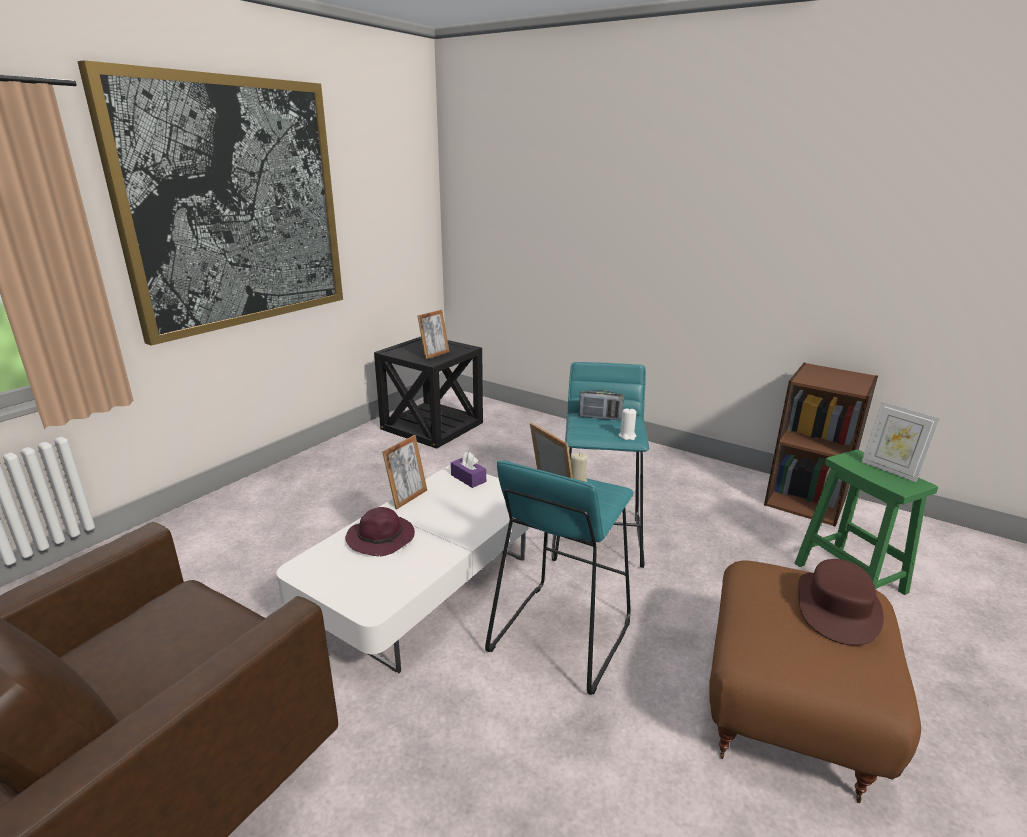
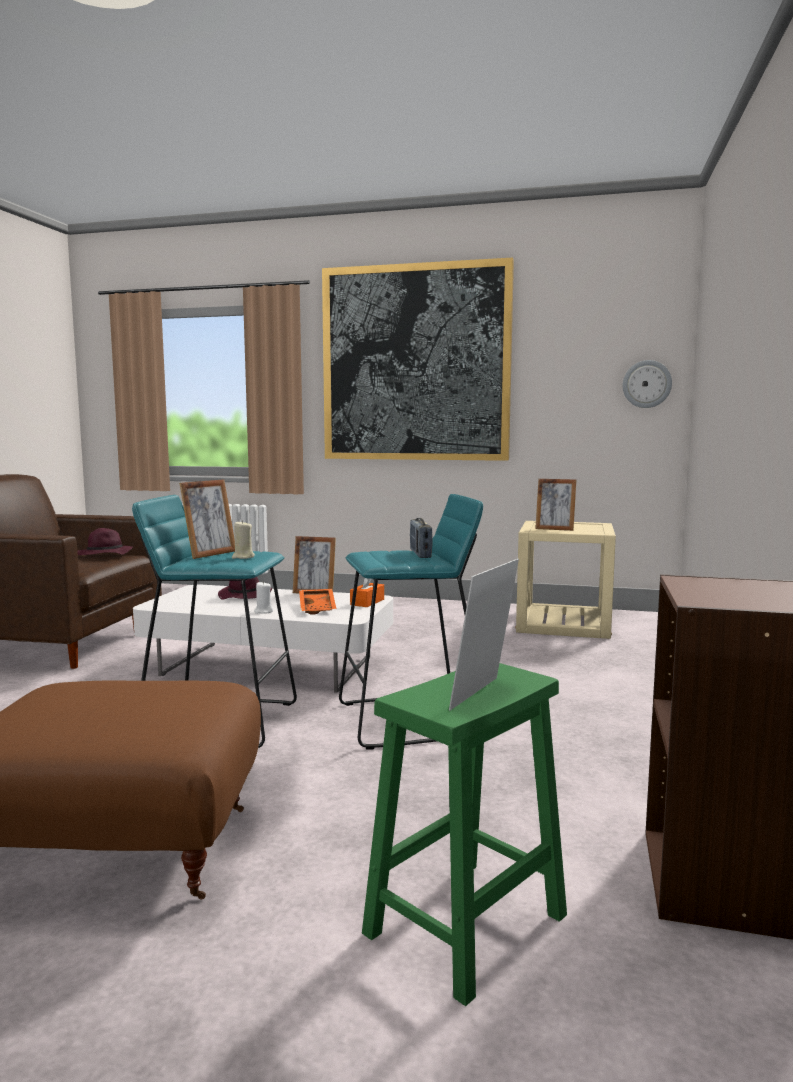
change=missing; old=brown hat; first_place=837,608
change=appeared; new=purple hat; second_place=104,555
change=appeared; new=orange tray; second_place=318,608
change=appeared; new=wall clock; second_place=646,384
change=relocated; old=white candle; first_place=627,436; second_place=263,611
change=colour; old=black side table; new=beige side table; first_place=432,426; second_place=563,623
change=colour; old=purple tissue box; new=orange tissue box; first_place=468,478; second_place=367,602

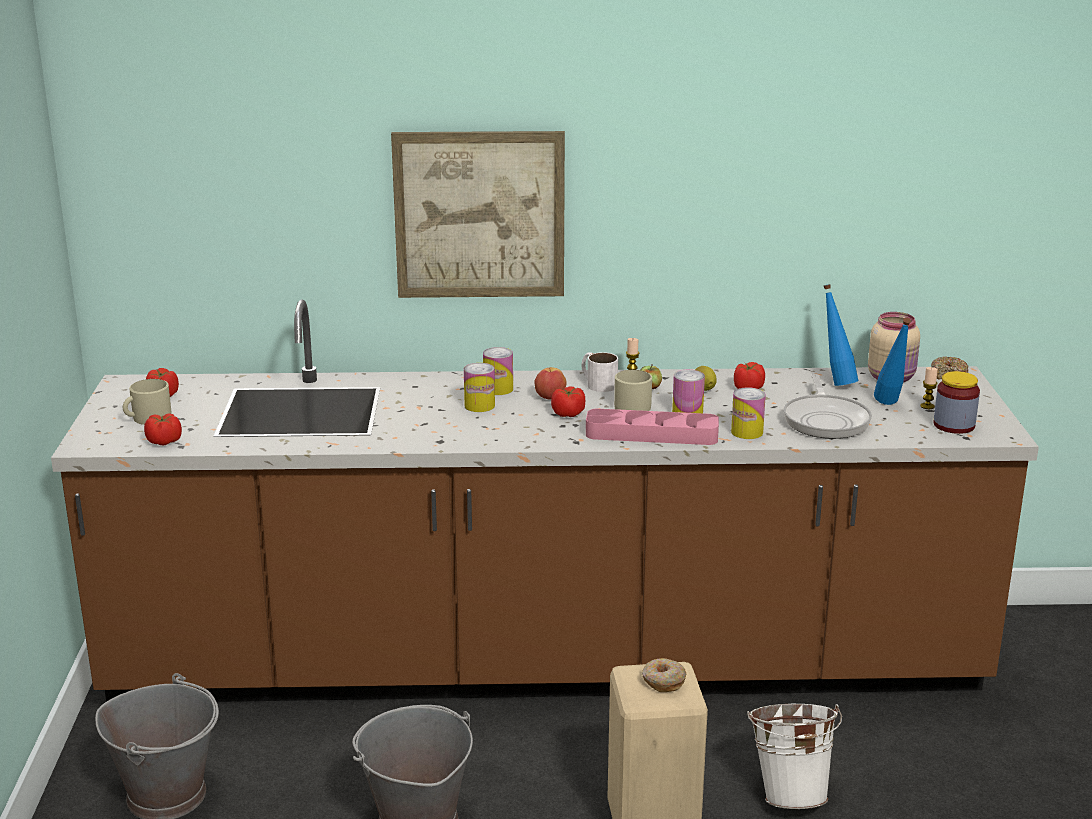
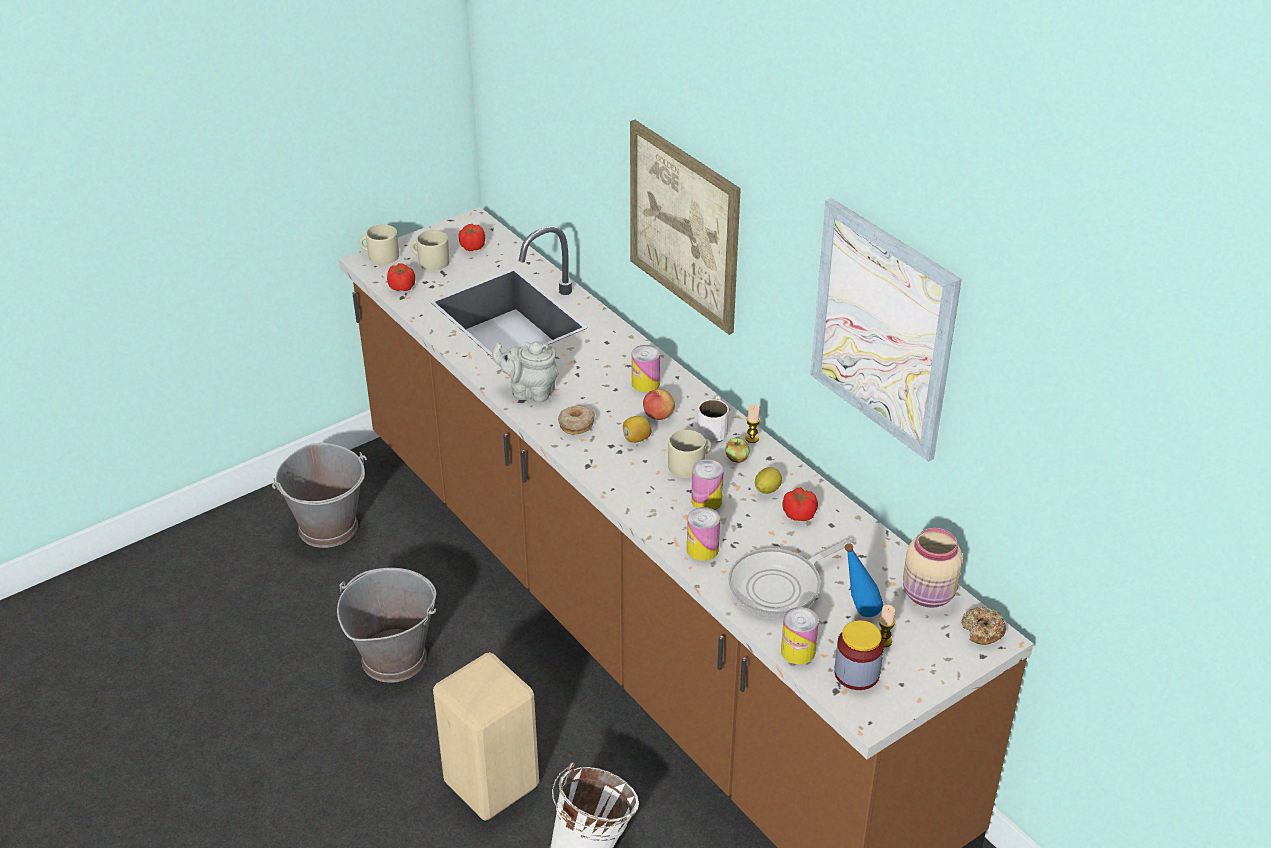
change=missing; old=pink tray; first_place=651,434
change=missing; old=blue bottle; first_place=835,382
change=appeared; new=beige mug; second_place=379,256
change=appeared; new=grey teapot; second_place=529,391
change=appeared; new=picture; second_place=883,329
change=relocated; old=can; first_place=479,406; second_place=798,651
change=relocated; old=donut; first_place=663,681; second_place=576,424
change=exchanged; old=tomato; new=lemon; first_place=568,414; second_place=636,439

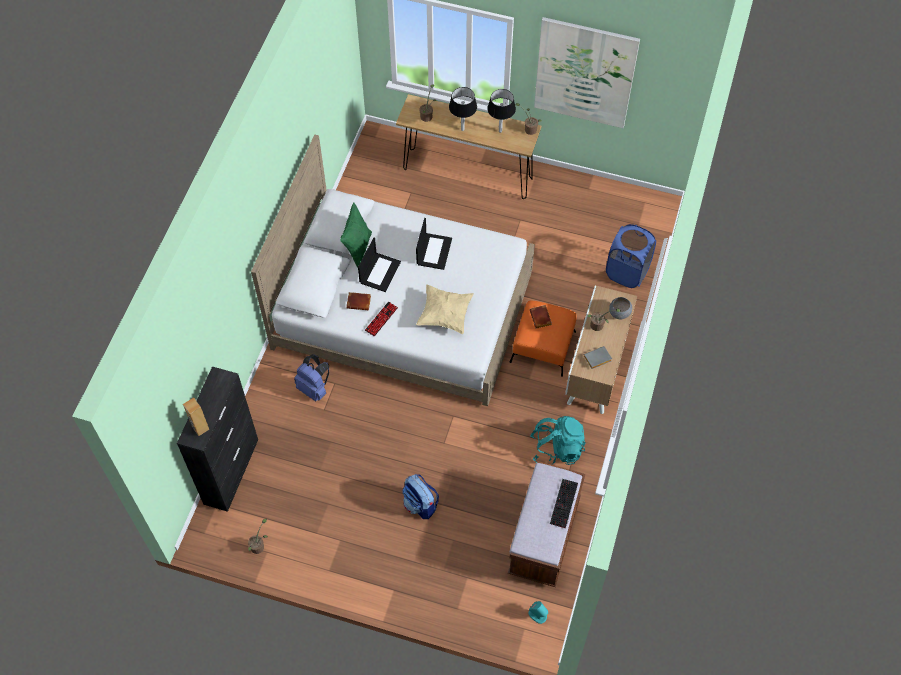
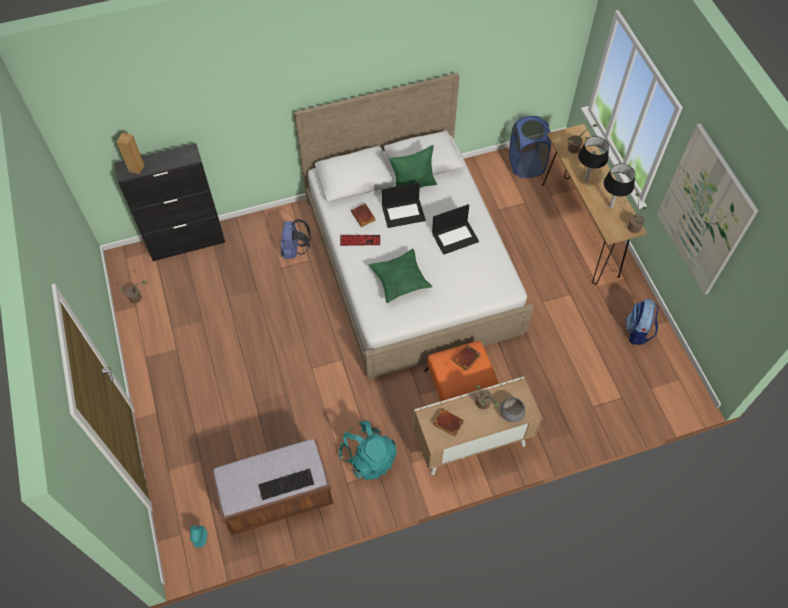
change=relocated; old=backpack; first_place=420,504; second_place=638,331
change=relocated; old=blue laundry basket; first_place=627,272; second_place=526,165
change=colour; old=beige pillow; new=green pillow; first_place=445,315; second_place=400,281
change=colour; old=grey book; new=brown book; first_place=597,359; second_place=447,424

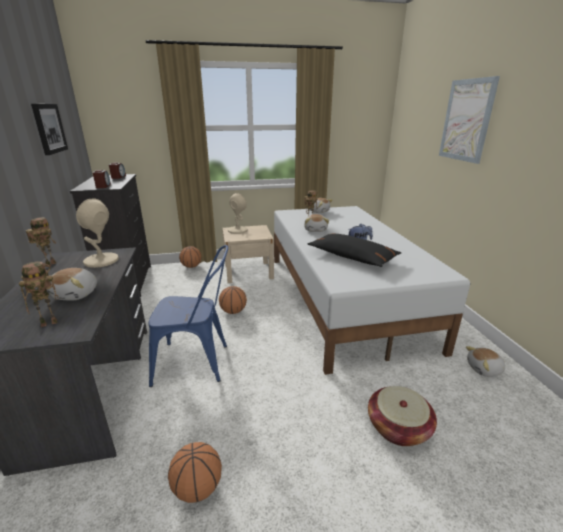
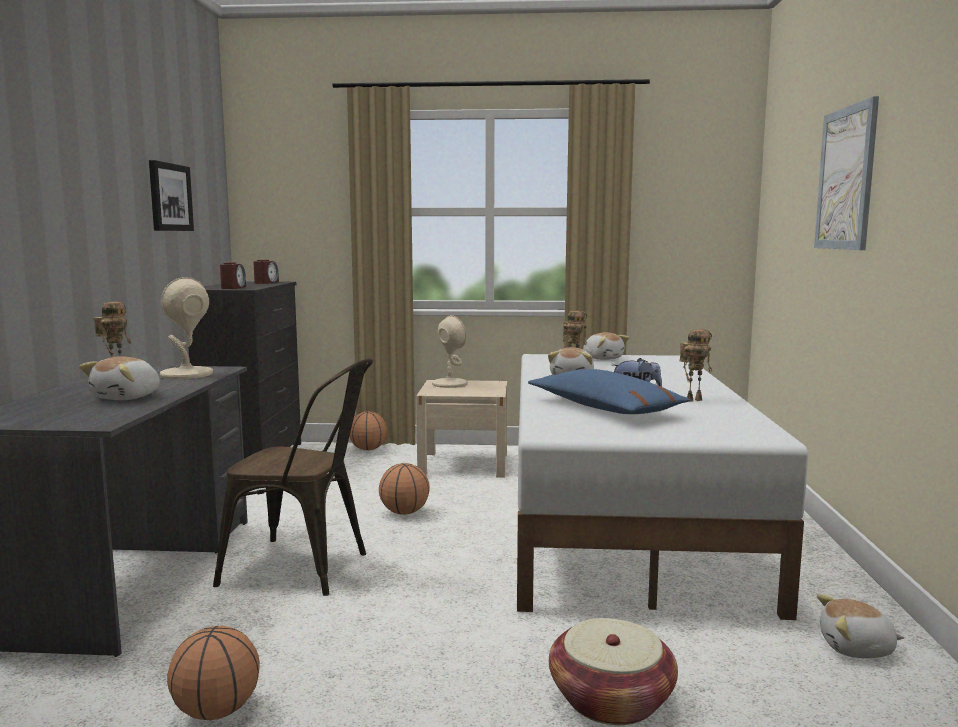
change=relocated; old=toy robot; first_place=50,322; second_place=694,400
change=colour; old=blue chair; new=brown chair; first_place=198,363; second_place=306,568
change=colour; old=black pillow; new=blue pillow; first_place=352,257; second_place=604,408

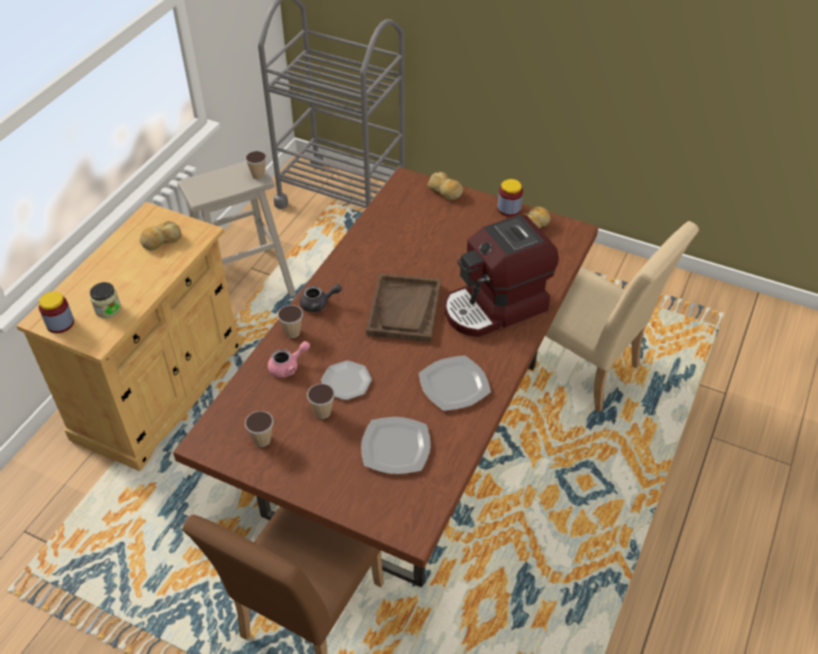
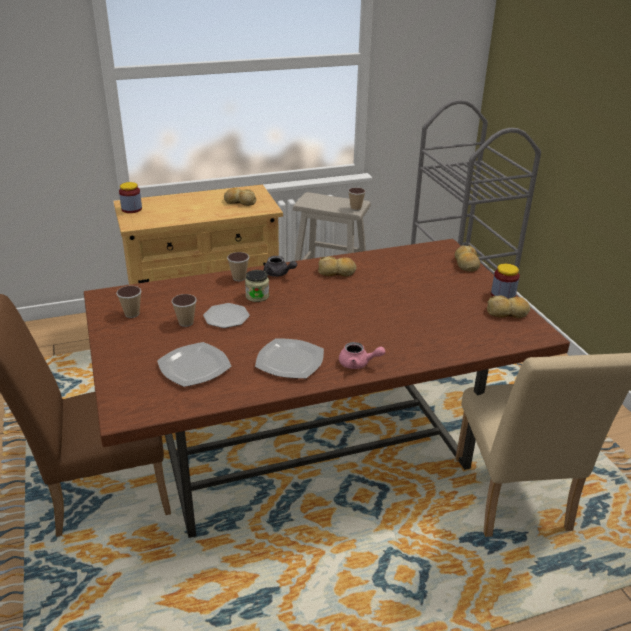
change=missing; old=brown tray; first_place=404,310
change=missing; old=coffee machine; first_place=495,307
change=appeared; new=bread; second_place=337,272
change=relocated; old=jar; first_place=108,309; second_place=257,296
change=relocated; old=pink teapot; first_place=288,366; second_place=358,364

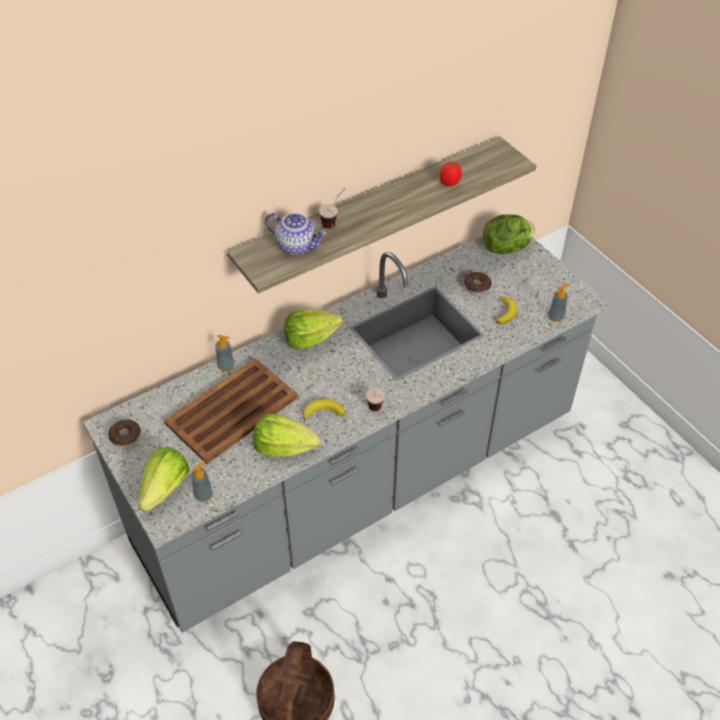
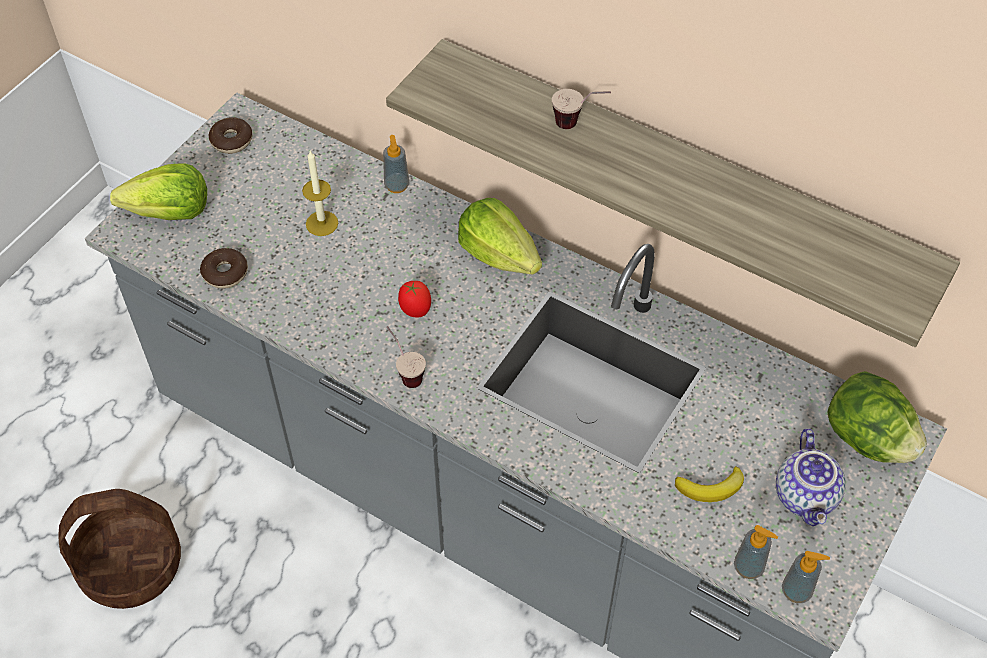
change=missing; old=lettuce; first_place=284,447
change=missing; old=banana; first_place=323,411
change=relocated; old=soap dispenser; first_place=203,495; second_place=796,591
change=relocated; old=teapot; first_place=297,245; second_place=807,497
change=relocated; old=tomato; first_place=450,183; second_place=415,310
change=relocated; old=donut; first_place=477,286; second_place=225,273
change=exchanged; old=brown tray; new=candle; first_place=231,411; second_place=322,223

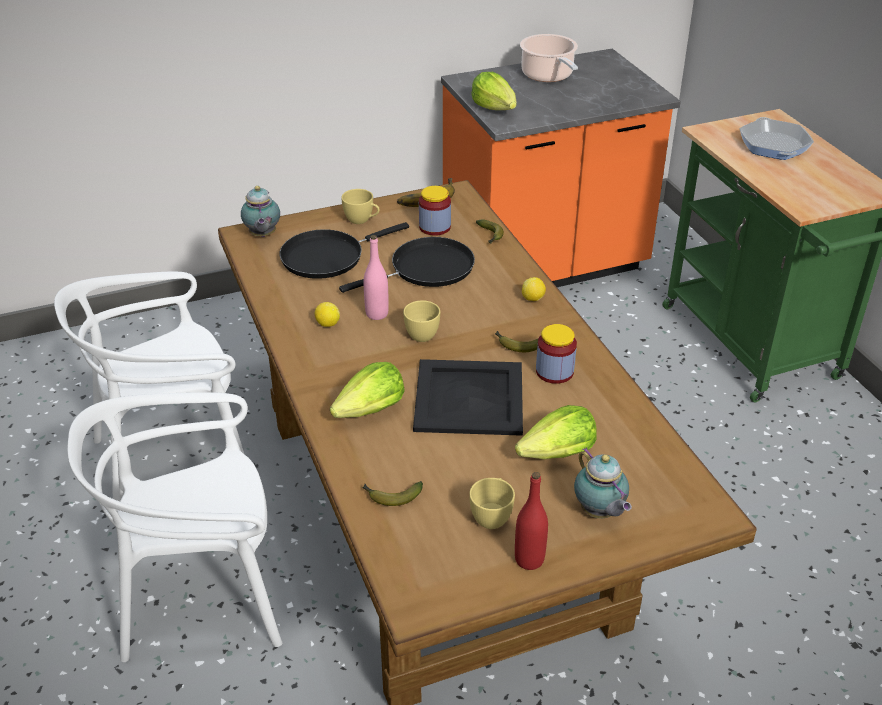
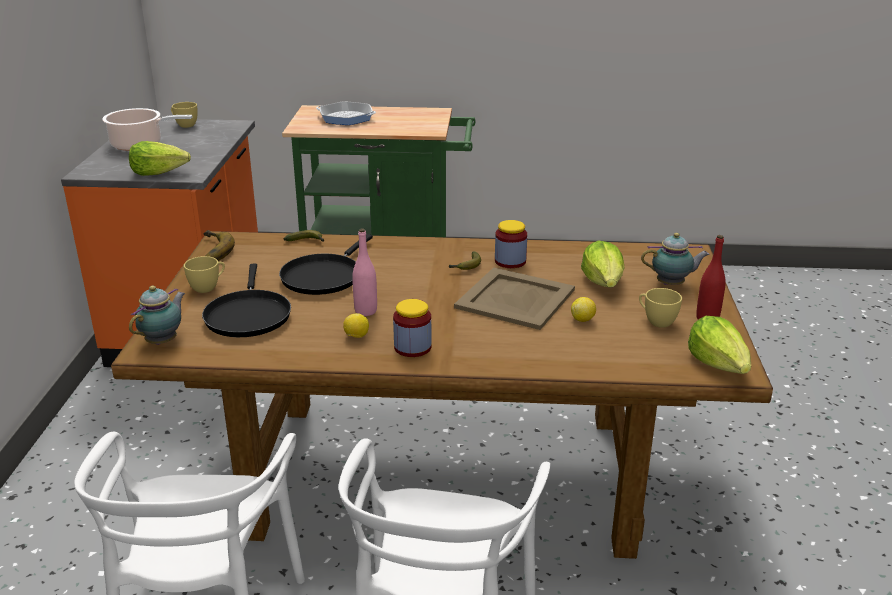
change=missing; old=banana; first_place=391,496
change=relocated; old=lettuce; first_place=371,410; second_place=719,364
change=relocated; old=yellow cup; first_place=422,333; second_place=184,125
change=relocated; old=jar; first_place=435,227; second_place=412,347
change=relocated; old=lemon; first_place=533,299; second_place=582,320
change=colour; old=black tray; new=beige tray; first_place=470,397; second_place=515,298
change=spun; old=teapot; first_place=262,235; second_place=164,341; degrees=-75
change=spun; old=black frying pan; first_place=427,269; second_place=324,276; degrees=-150

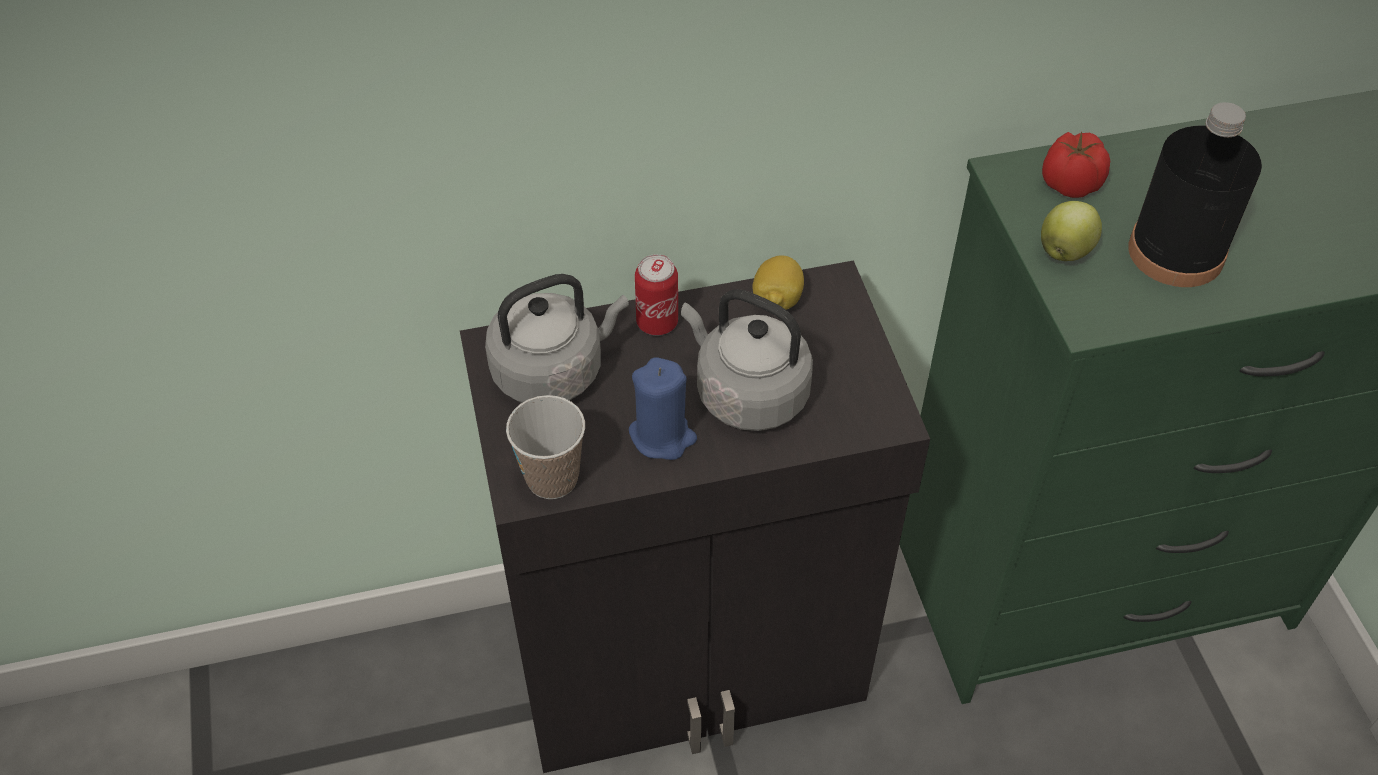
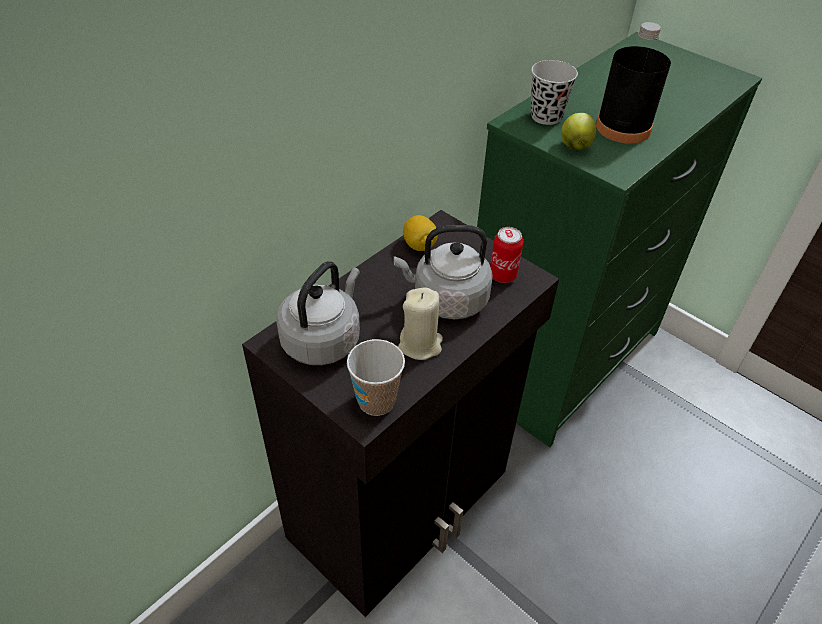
change=relocated; old=can; first_place=657,322; second_place=503,275
change=exchanged; old=tomato; new=black cup; first_place=1069,184; second_place=546,116
change=colour; old=blue candle; new=beige candle; first_place=662,436; second_place=420,344

